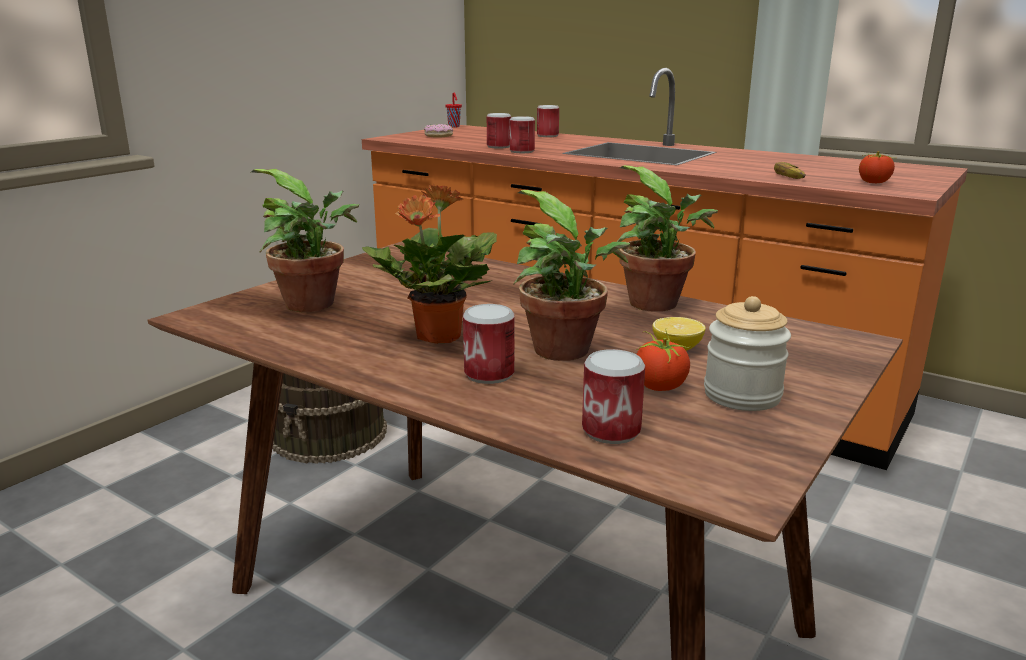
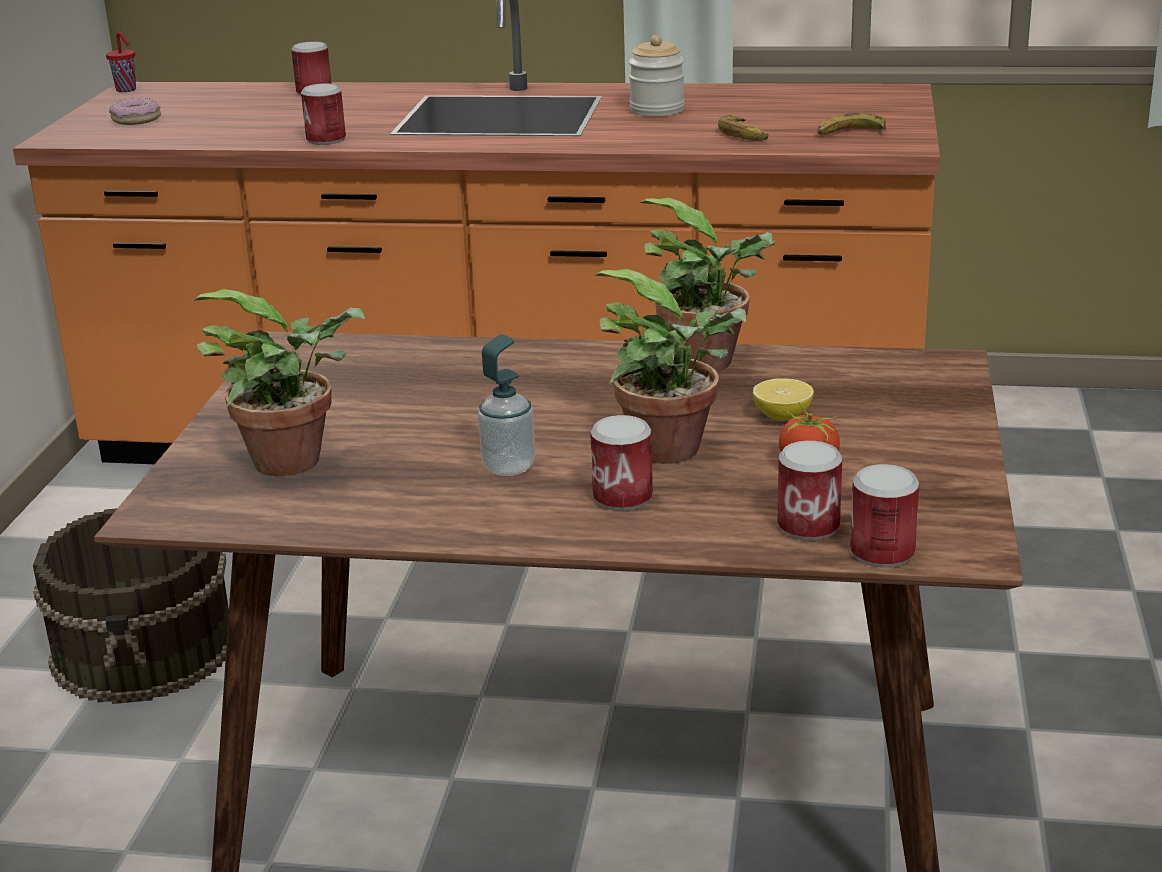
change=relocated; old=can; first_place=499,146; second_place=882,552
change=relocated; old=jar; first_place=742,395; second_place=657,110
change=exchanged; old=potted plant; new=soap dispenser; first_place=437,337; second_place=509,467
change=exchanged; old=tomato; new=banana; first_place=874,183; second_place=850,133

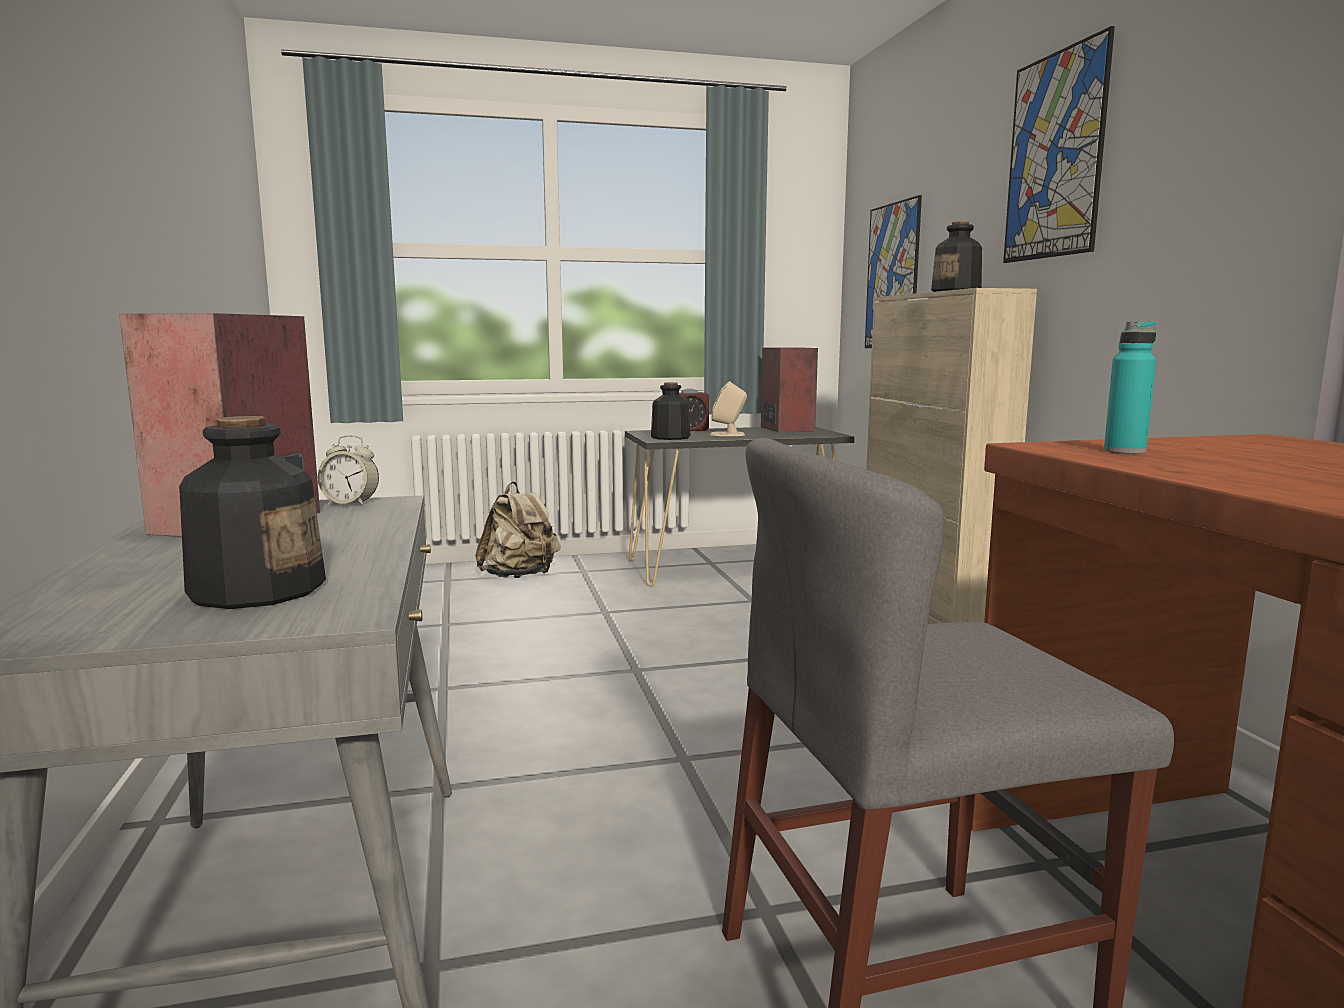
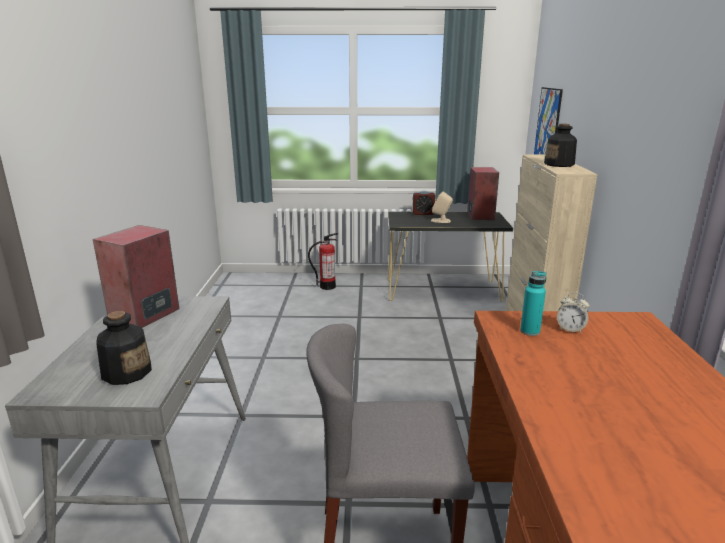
change=missing; old=bottle; first_place=670,437
change=missing; old=picture; first_place=1055,156
change=relocated; old=alarm clock; first_place=350,504; second_place=570,329
change=exchanged; old=beige backpack; new=fire extinguisher; first_place=520,576; second_place=327,286

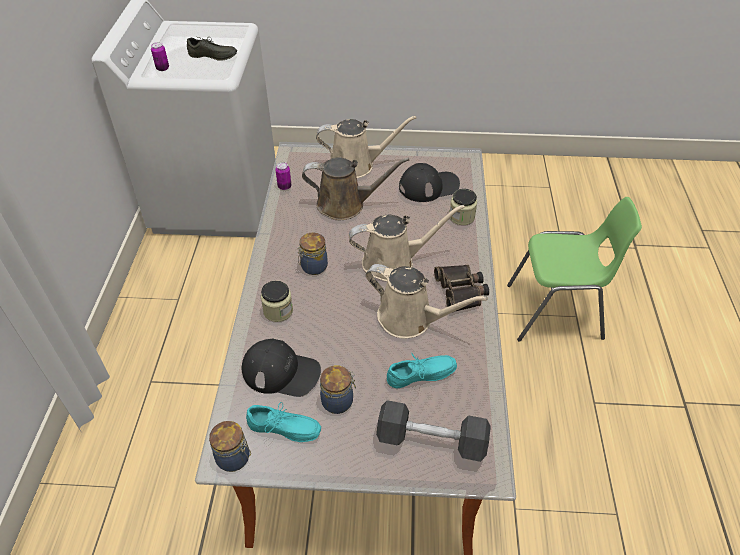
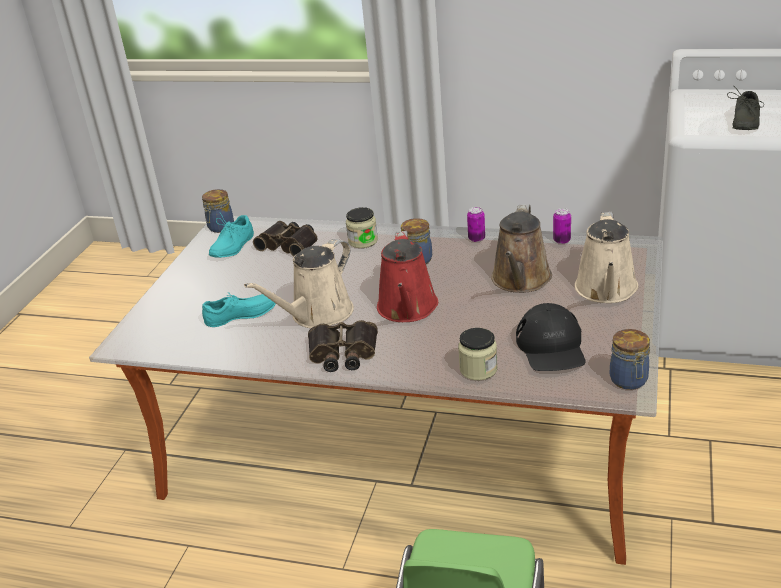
change=missing; old=grey dumbbell; first_place=431,440
change=relocated; old=can; first_place=162,68; second_place=476,238
change=relocated; old=jar; first_place=338,401; second_place=629,381
change=exchanged; old=black cap; new=binoculars; first_place=281,372; second_place=290,244
change=colour; old=beige watering can; new=red watering can; first_place=393,262; second_place=407,309
change=spun; old=turquoise shoe; first_place=422,376; second_place=241,316; degrees=-105

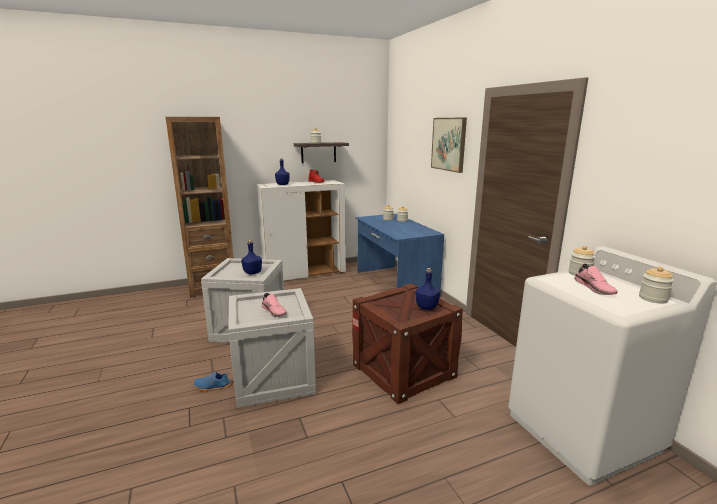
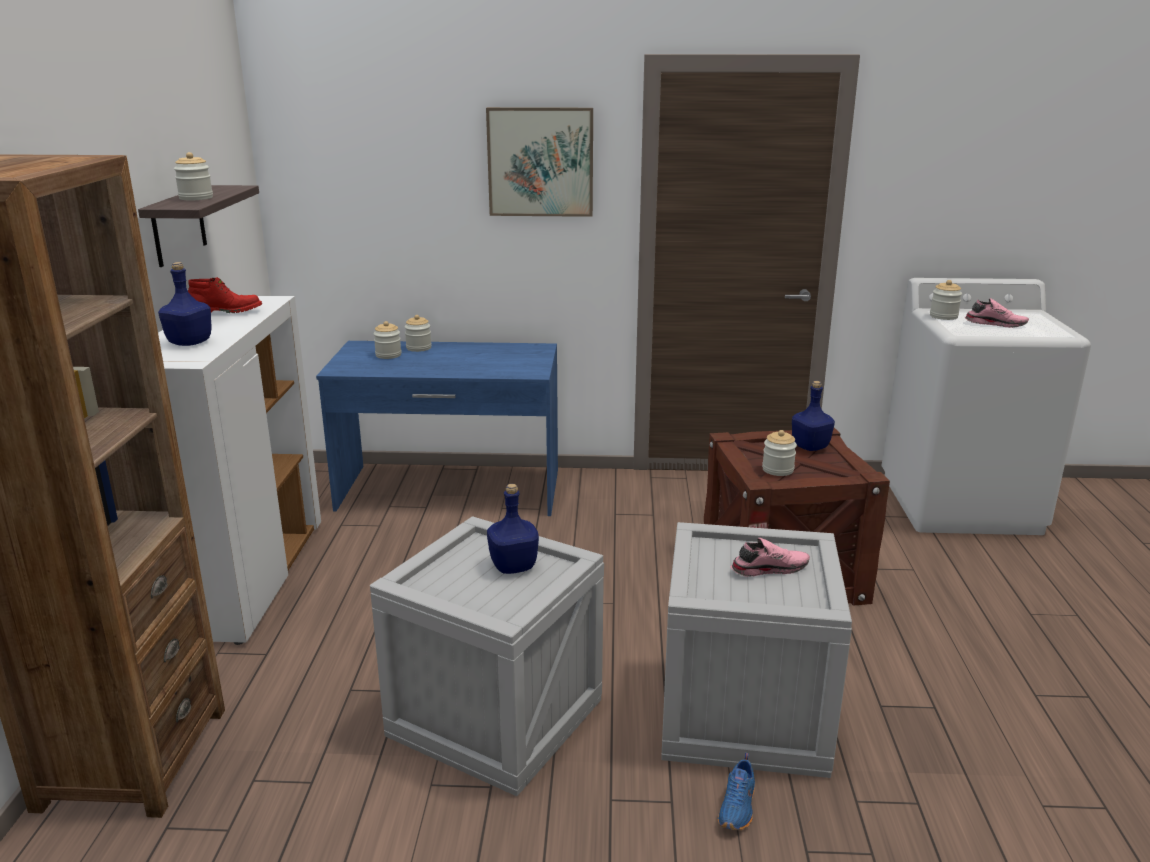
change=relocated; old=jar; first_place=653,298; second_place=777,470

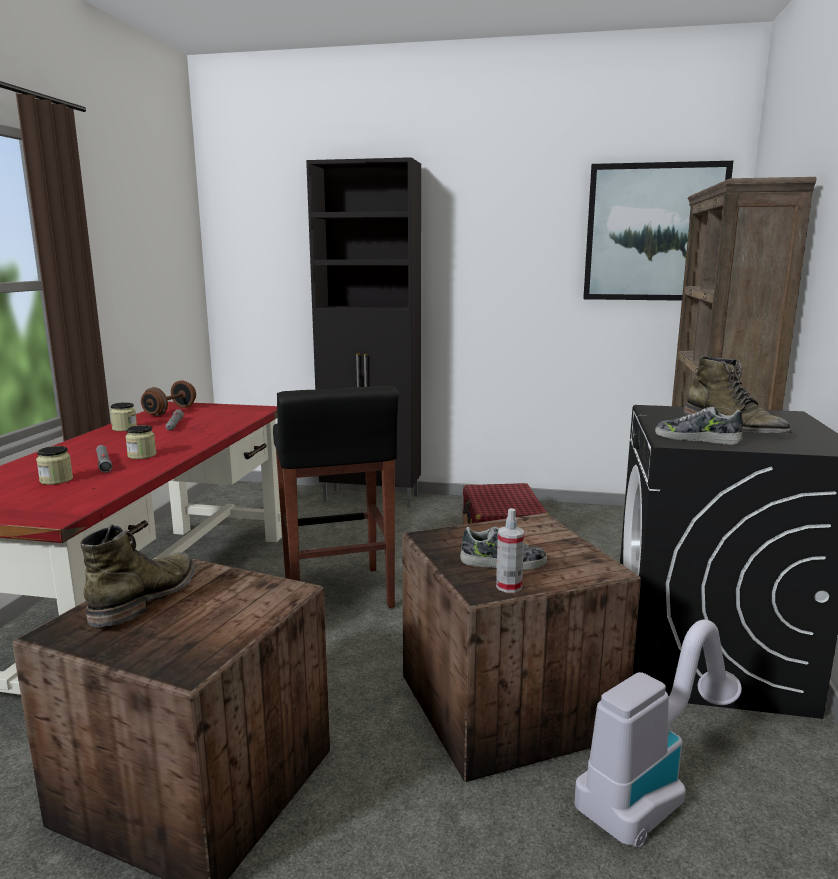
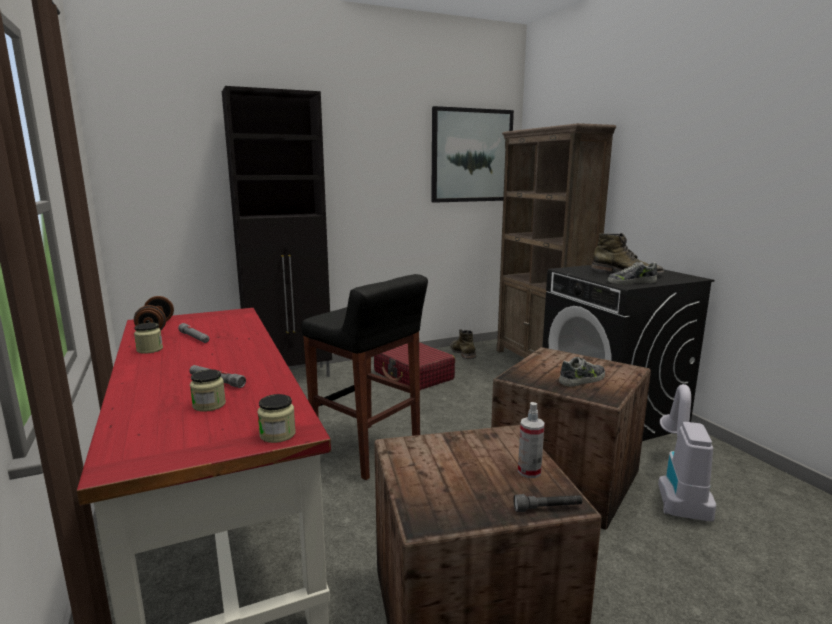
change=appeared; new=grey flashlight; second_place=547,508
change=relocated; old=green boot; first_place=147,597; second_place=462,353
change=relocated; old=jar; first_place=142,455; second_place=277,434
change=relocated; old=spray bottle; first_place=509,586; second_place=529,471

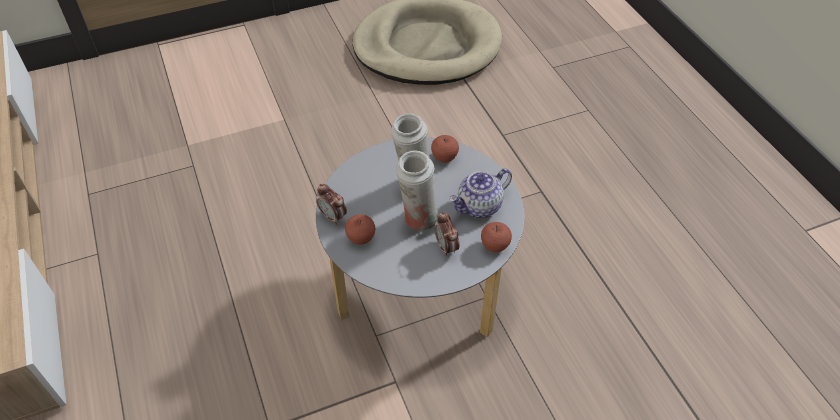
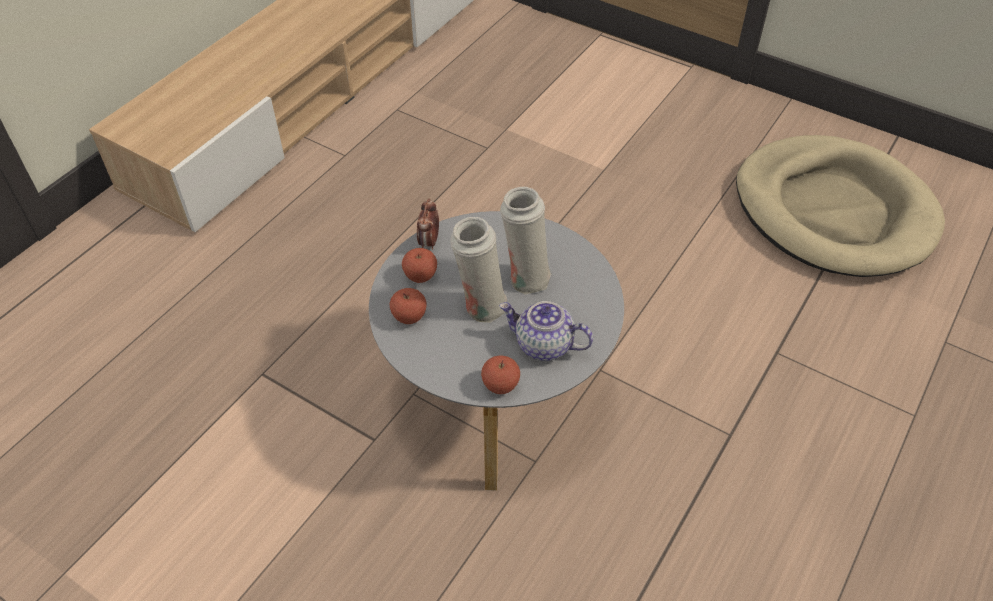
change=missing; old=alarm clock; first_place=446,247
change=relocated; old=apple; first_place=444,157; second_place=409,317

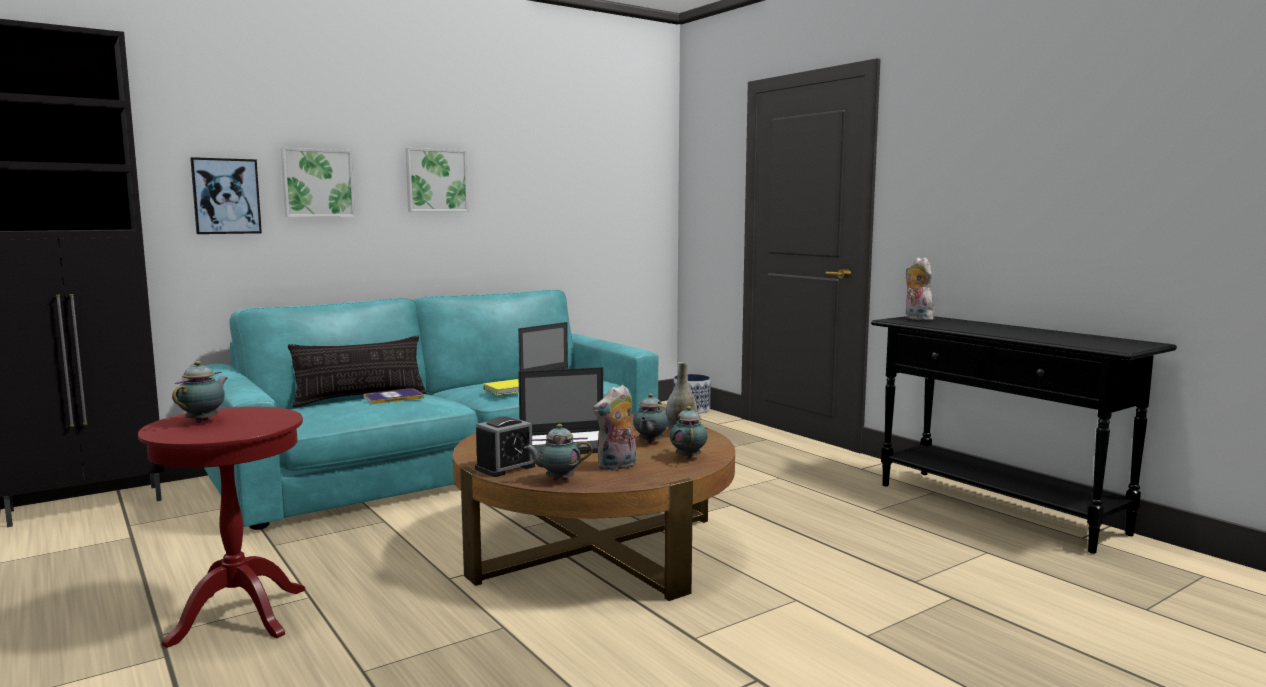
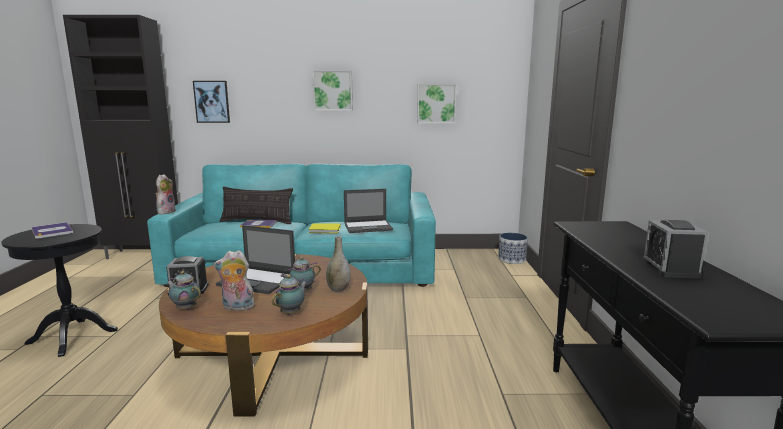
change=appeared; new=alarm clock; second_place=670,268
change=relocated; old=picture; first_place=317,183; second_place=436,103
change=relocated; old=plush toy; first_place=916,319; second_place=166,212
change=exchanged; old=teapot; new=book; first_place=204,421; second_place=52,231
change=colour; old=red side table; new=black side table; first_place=238,616; second_place=72,336

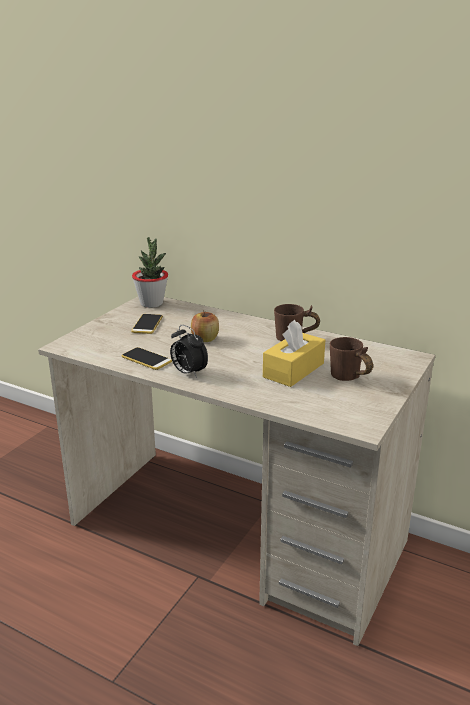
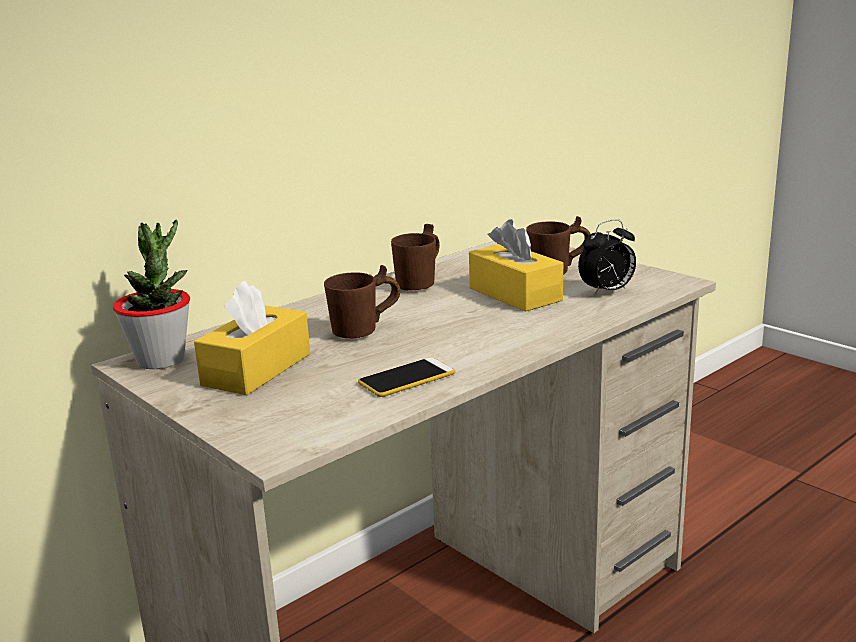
change=relocated; old=alarm clock; first_place=188,373; second_place=607,292
change=exchanged; old=phone; new=yellow tissue box; first_place=147,324; second_place=257,369
change=exchanged; old=apple; new=brown mug; first_place=205,339; second_place=366,333

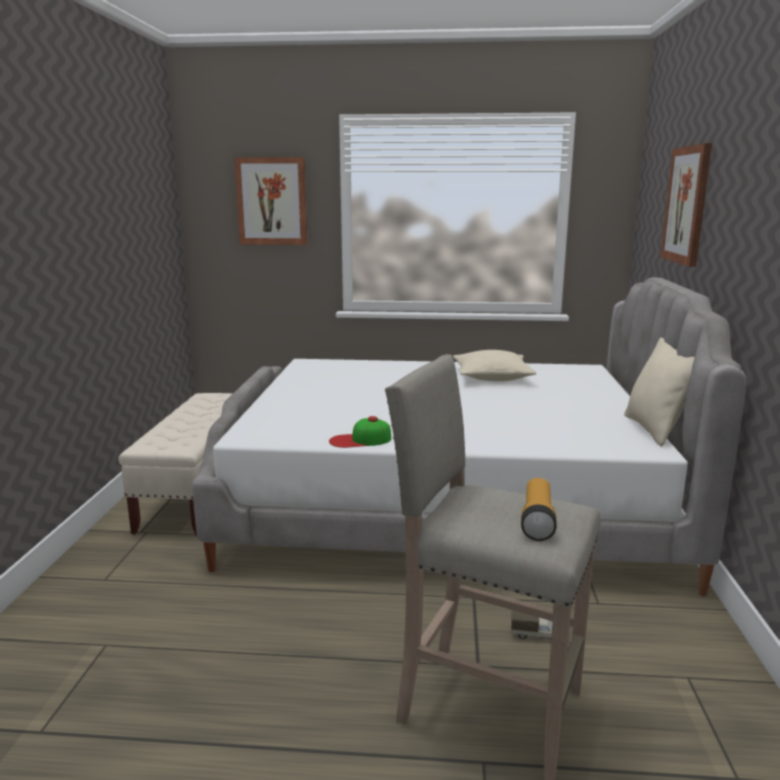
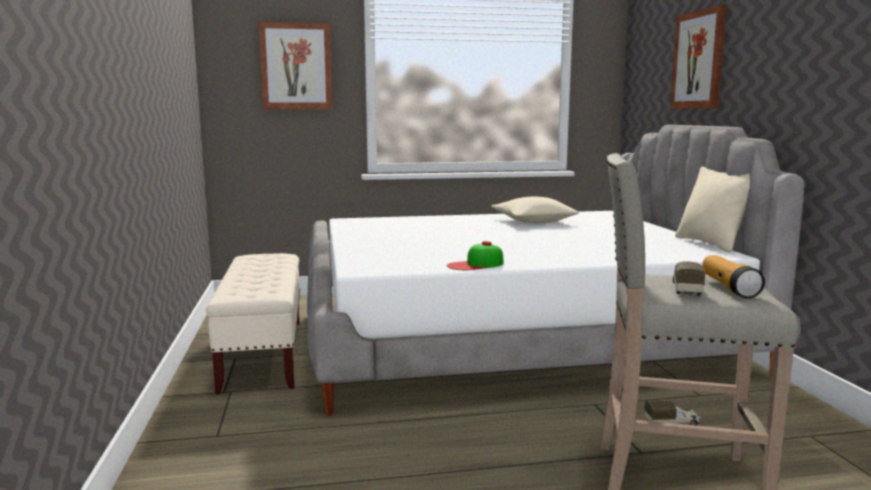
change=appeared; new=toy truck; second_place=686,289

